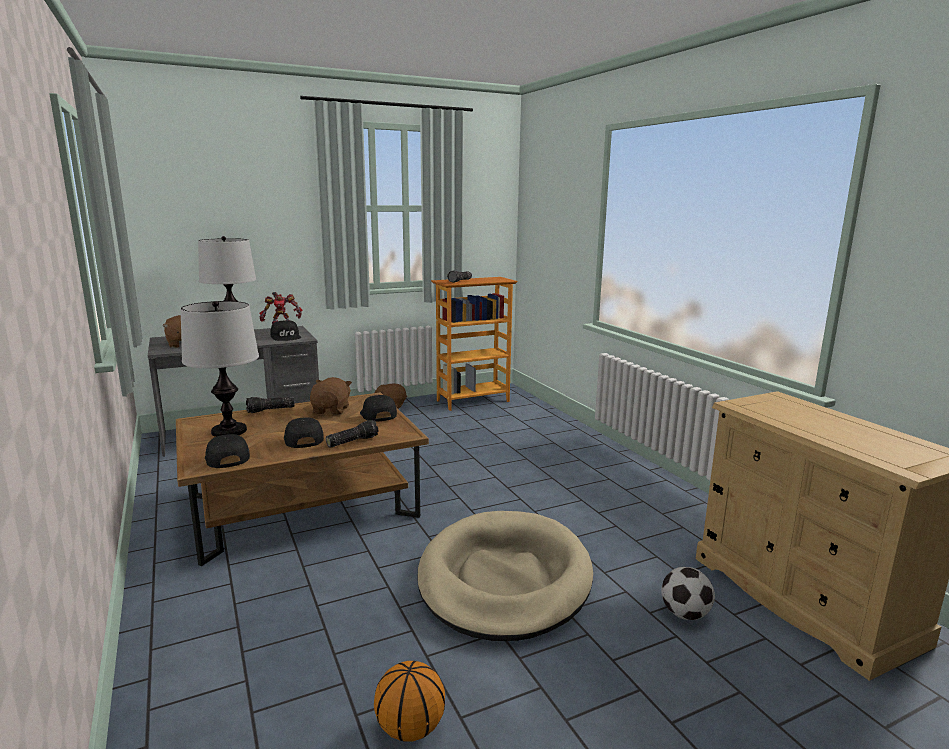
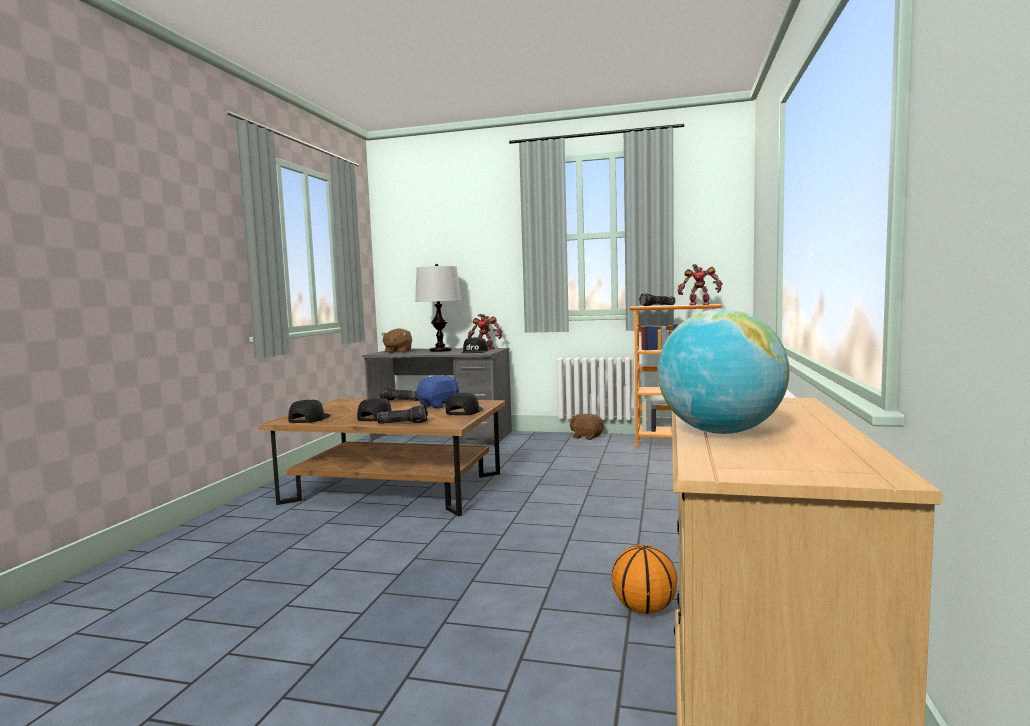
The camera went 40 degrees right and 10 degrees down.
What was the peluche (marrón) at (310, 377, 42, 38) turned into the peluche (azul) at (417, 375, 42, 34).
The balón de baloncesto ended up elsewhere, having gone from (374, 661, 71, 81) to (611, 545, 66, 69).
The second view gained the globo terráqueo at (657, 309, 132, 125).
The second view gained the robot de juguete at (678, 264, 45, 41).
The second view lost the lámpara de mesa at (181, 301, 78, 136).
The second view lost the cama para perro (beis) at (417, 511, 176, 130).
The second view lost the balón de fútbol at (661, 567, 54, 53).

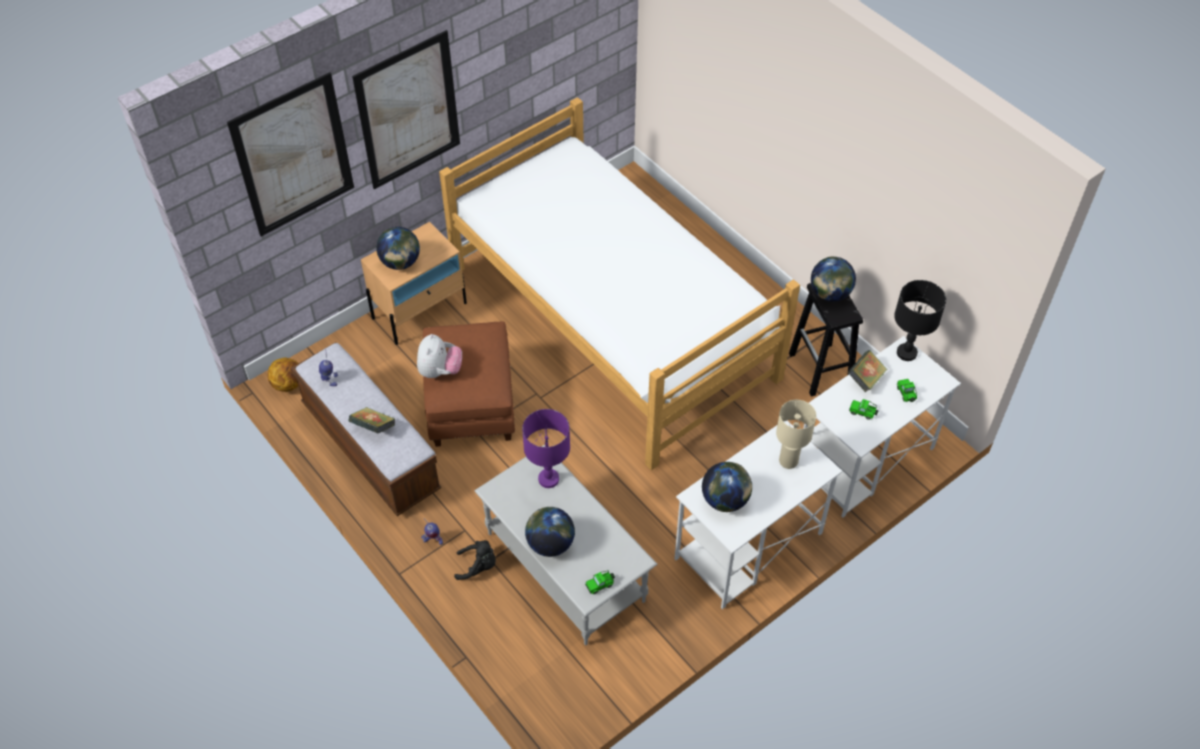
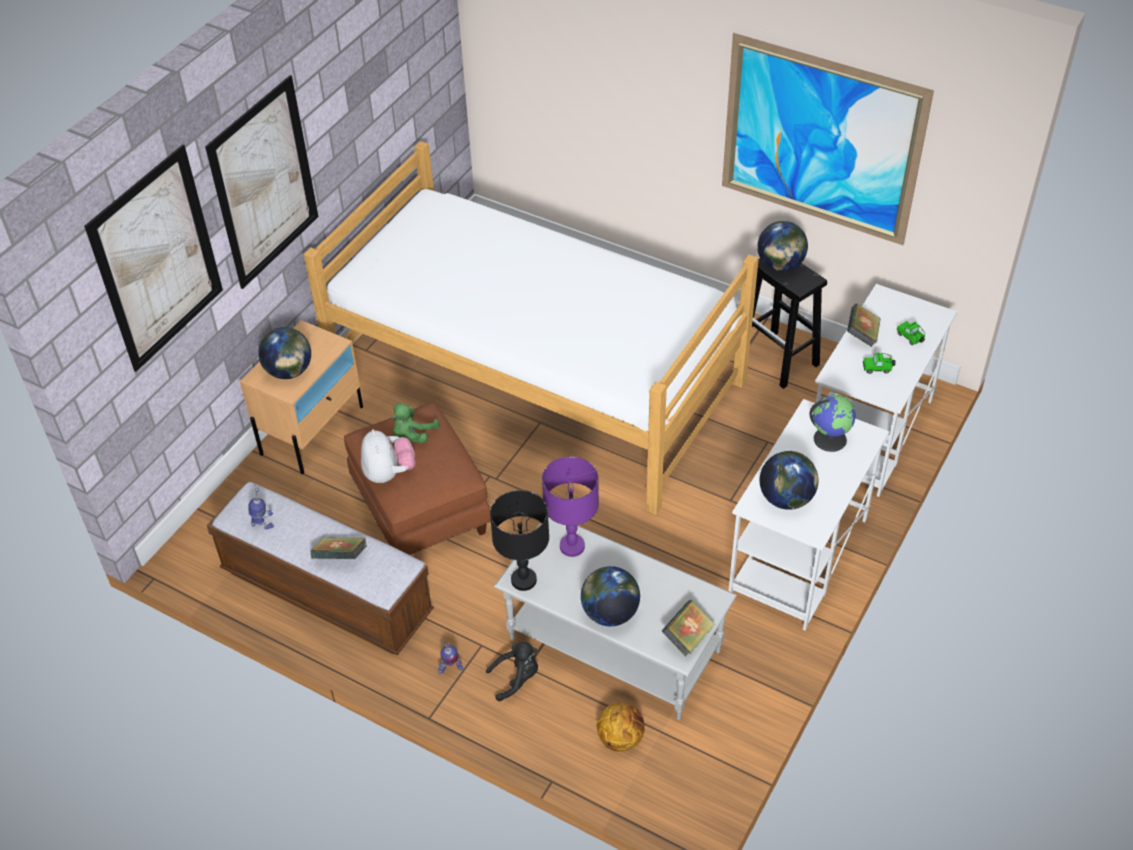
The camera went 20 degrees left and 5 degrees down.
The second view gained the peluche (verde) at (392, 403, 48, 40).
The lámpara de mesa (negro) ended up elsewhere, having gone from (894, 280, 52, 81) to (490, 490, 59, 101).
The balón de baloncesto ended up elsewhere, having gone from (268, 358, 30, 34) to (597, 703, 48, 48).
Where the coche de juguete stood at (585, 570, 30, 24), the libro came to stand at (662, 600, 53, 56).
The second view gained the cuadro at (722, 33, 212, 212).
Where the lámpara de mesa (beis) stood at (776, 400, 40, 69), the globo terráqueo came to stand at (810, 394, 45, 58).

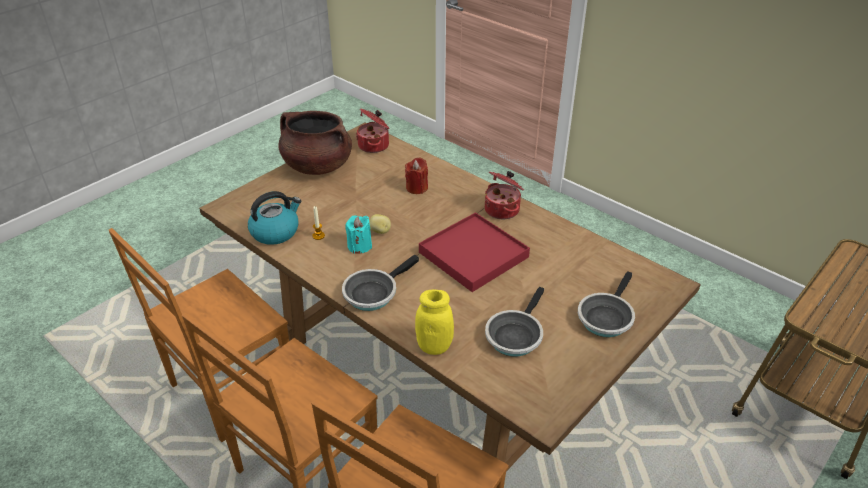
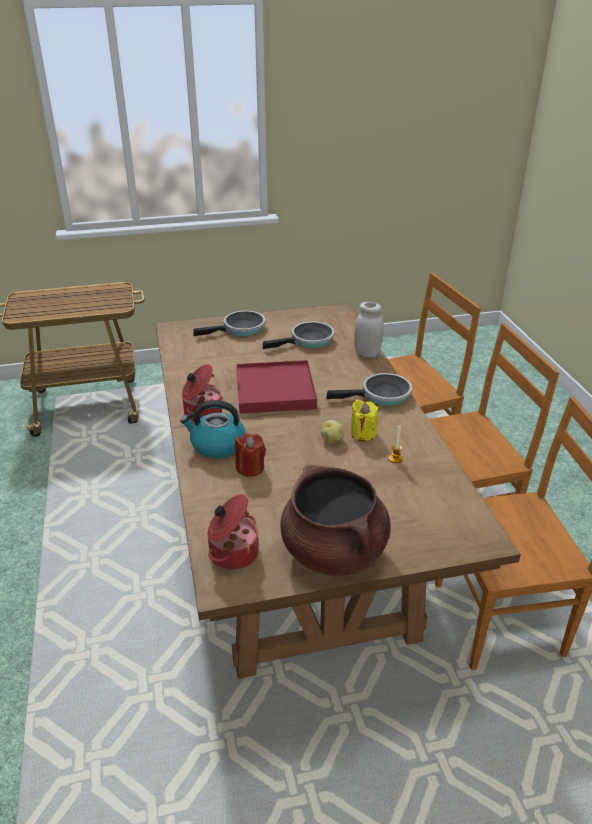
The camera went 145 degrees left and 5 degrees down.
The hervidor ended up elsewhere, having gone from (248, 191, 53, 54) to (180, 400, 65, 58).
What was the vela (turquesa) at (345, 215, 27, 39) turned into the vela (amarillo) at (351, 400, 27, 42).
What was the tarro (amarillo) at (415, 290, 39, 65) turned into the tarro (blanco) at (354, 302, 30, 56).

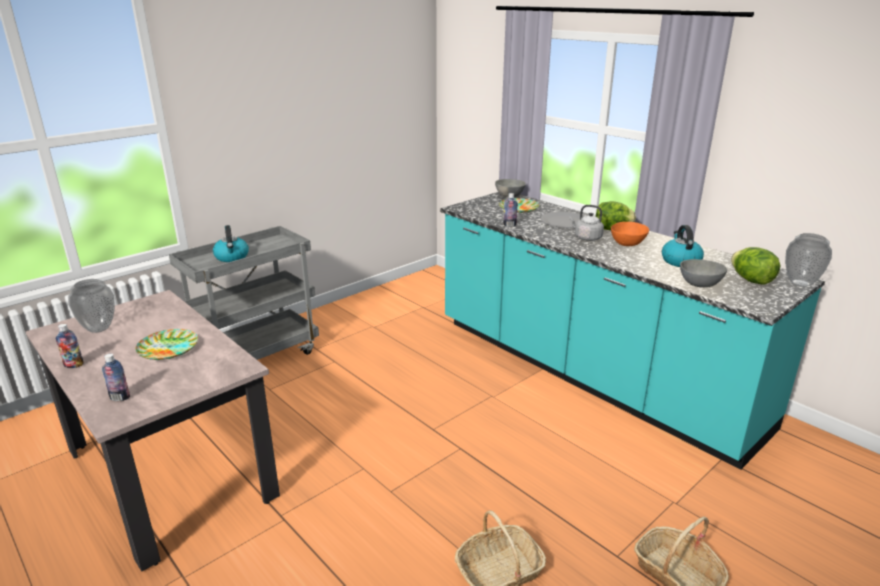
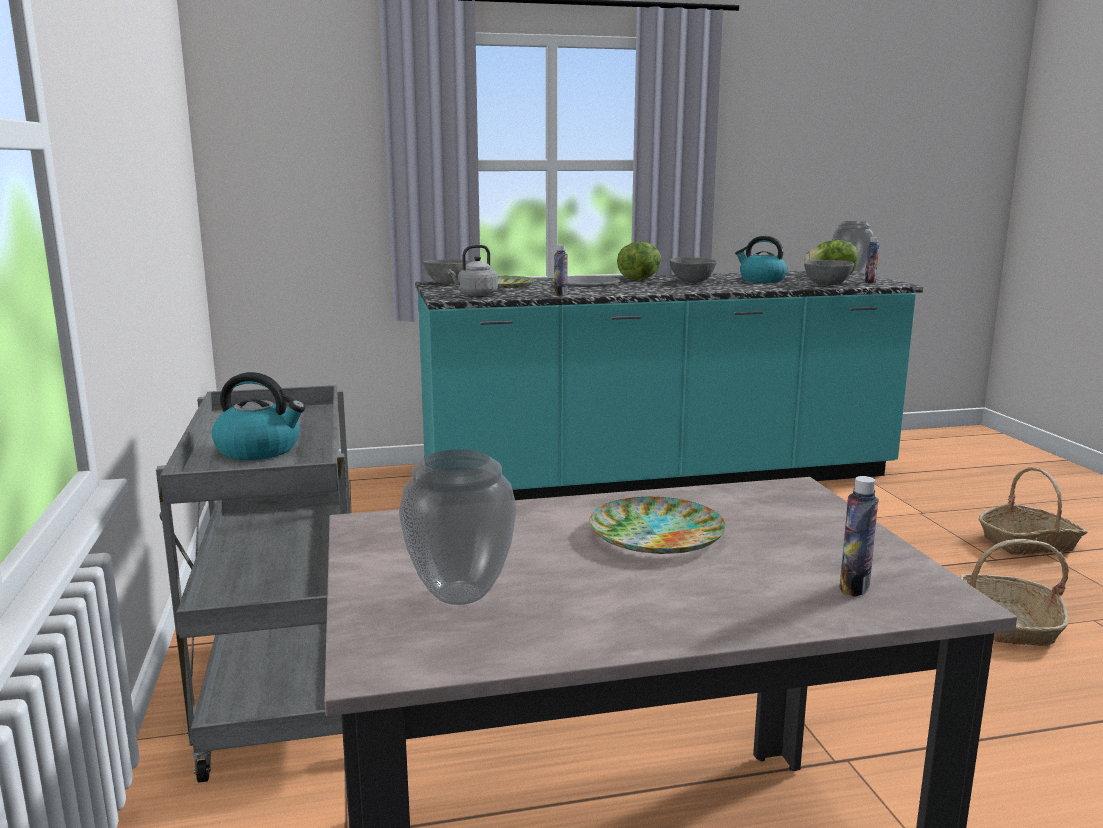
The camera went 60 degrees left and 10 degrees down.
The hervidor (gris) ended up elsewhere, having gone from (569, 205, 35, 36) to (447, 245, 51, 51).
What was the cuenco (naranja) at (611, 222, 38, 24) turned into the cuenco (gris) at (670, 257, 47, 26).
The botella ended up elsewhere, having gone from (56, 324, 27, 44) to (865, 237, 14, 47).

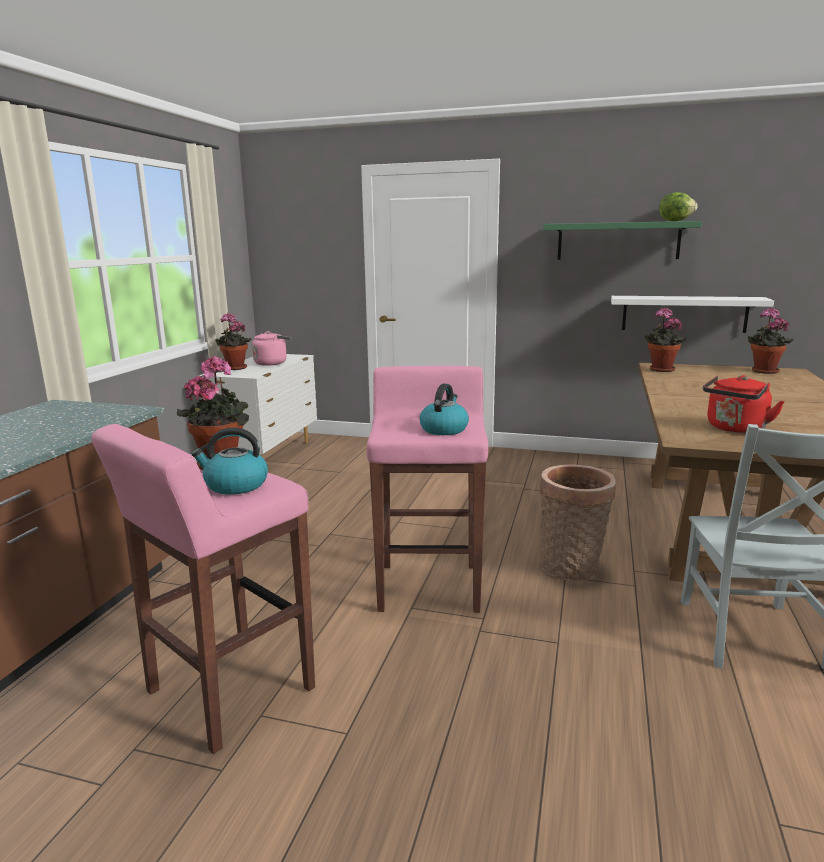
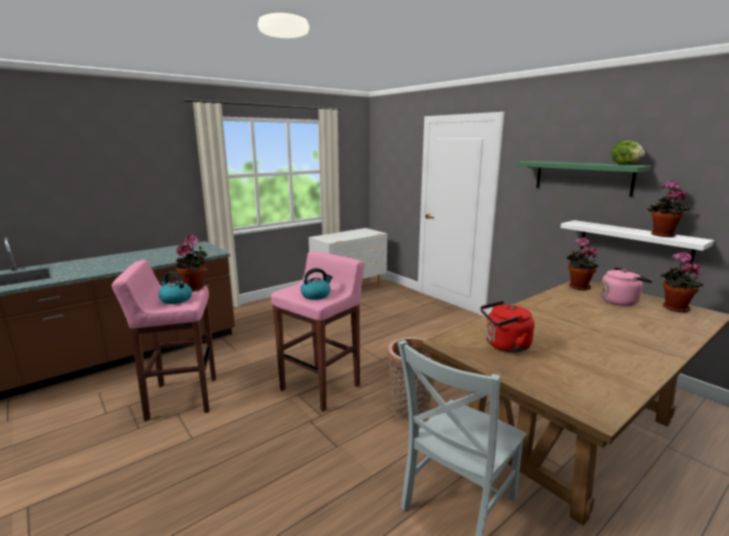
The camera went 35 degrees right and 0 degrees up.
The hervidor (rosa) ended up elsewhere, having gone from (252, 331, 39, 35) to (600, 267, 53, 39).
The planta en maceta ended up elsewhere, having gone from (215, 313, 36, 57) to (647, 181, 44, 56).

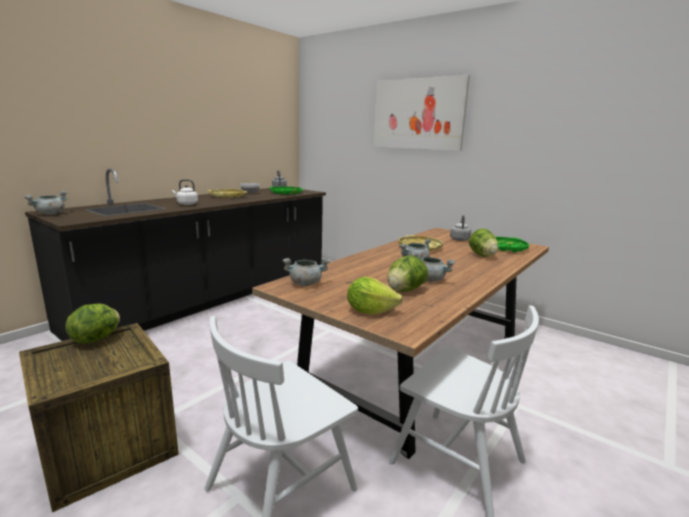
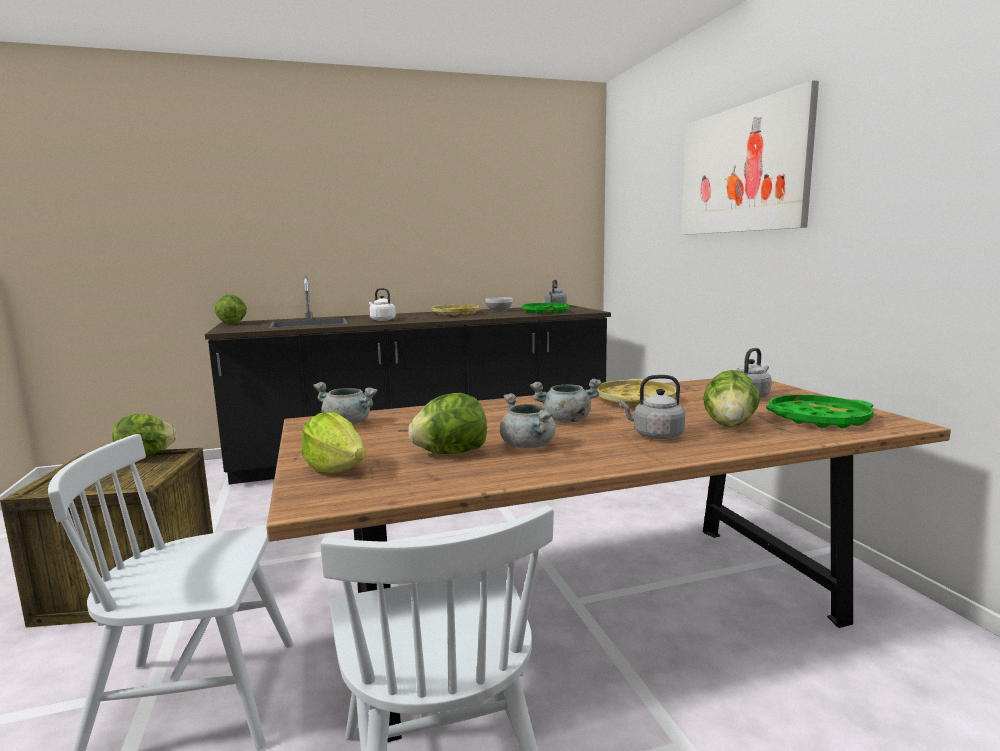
The camera went 35 degrees right and 5 degrees down.
Where the olla (gris) stood at (24, 191, 43, 24), the lechuga came to stand at (214, 294, 33, 31).
The second view gained the hervidor (gris) at (620, 375, 65, 64).

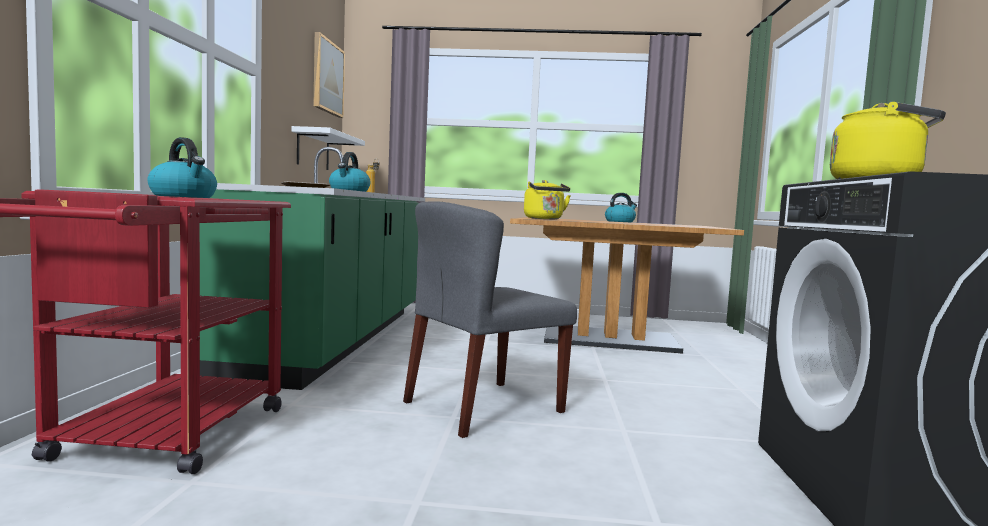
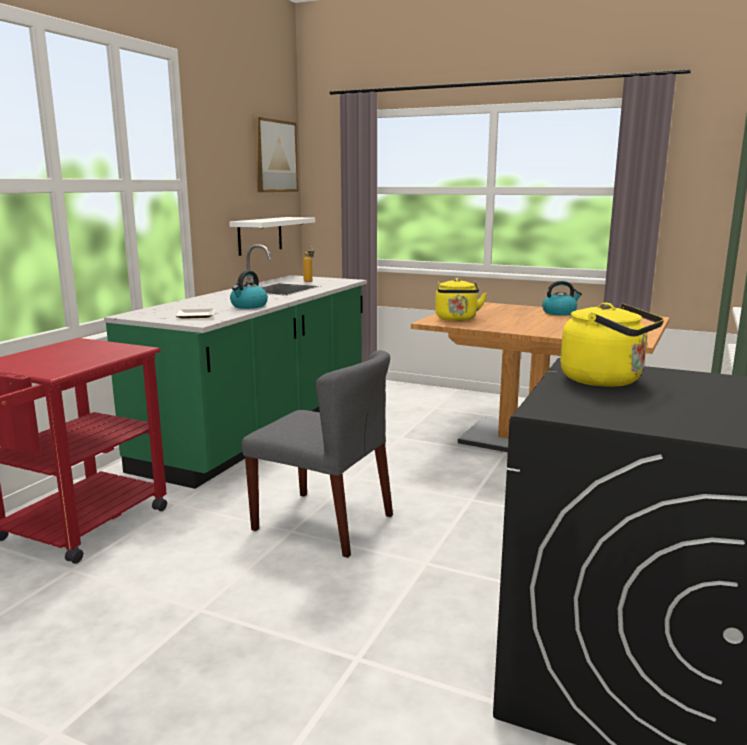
The camera went 20 degrees right and 10 degrees up.
The silla (gris) at (403, 201, 174, 237) ended up facing another way, 135 degrees counterclockwise from before.
The second view lost the hervidor at (147, 137, 70, 61).

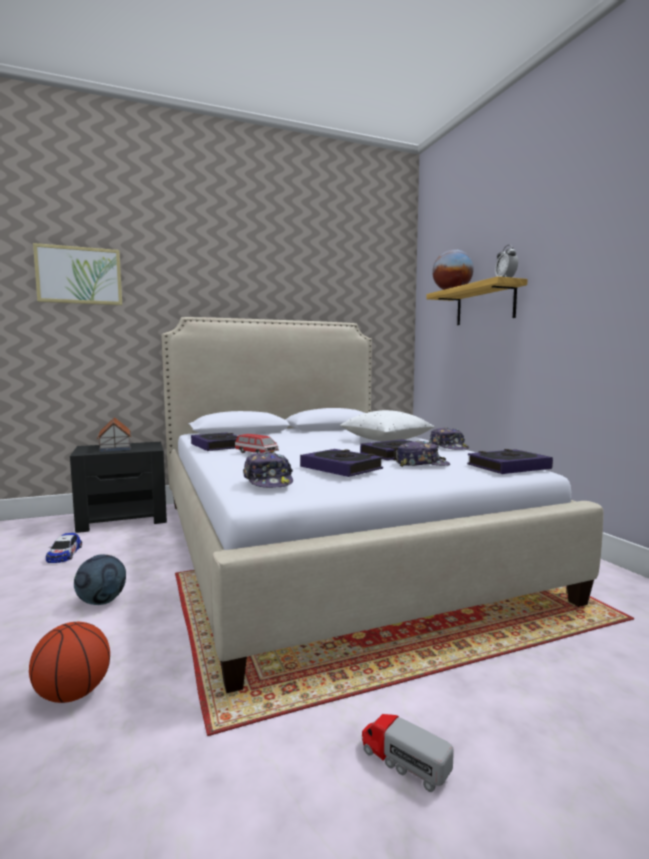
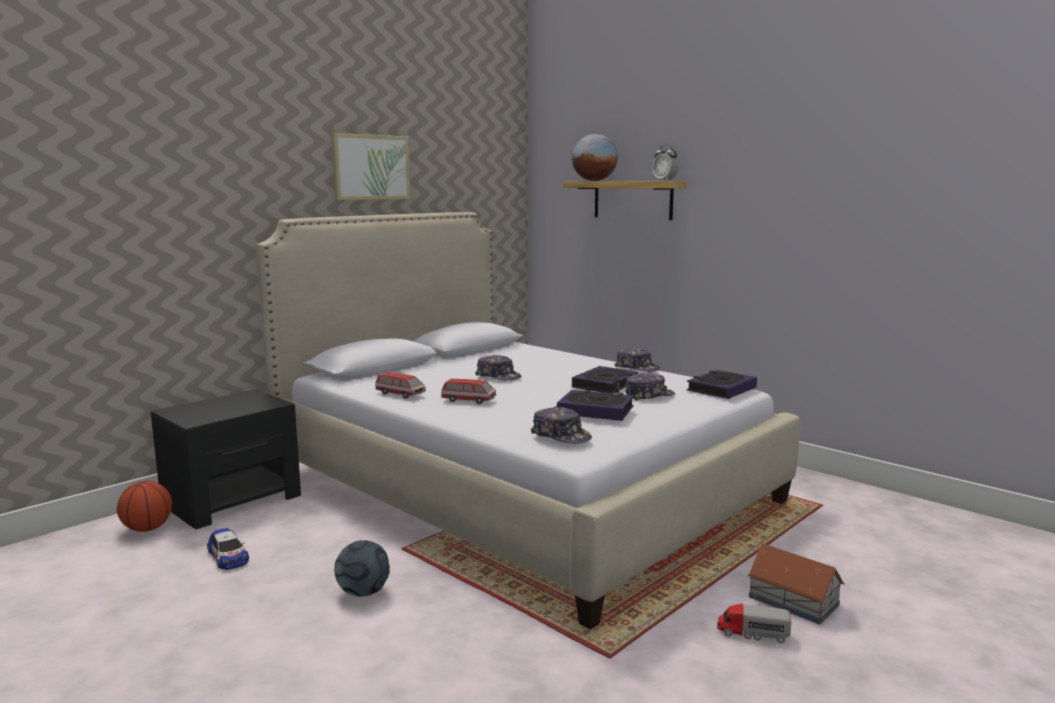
The camera went 25 degrees left and 5 degrees up.
The balón de baloncesto ended up elsewhere, having gone from (29, 622, 81, 81) to (117, 481, 55, 51).
The cuadro ended up elsewhere, having gone from (33, 243, 89, 62) to (331, 133, 79, 67).
Where the libro stood at (191, 432, 47, 19), the coche de juguete came to stand at (375, 372, 51, 26).
The second view gained the gorra at (475, 355, 46, 26).
The casita ended up elsewhere, having gone from (97, 417, 35, 35) to (748, 544, 97, 81).
The second view lost the cojín (blanco) at (340, 410, 95, 31).

